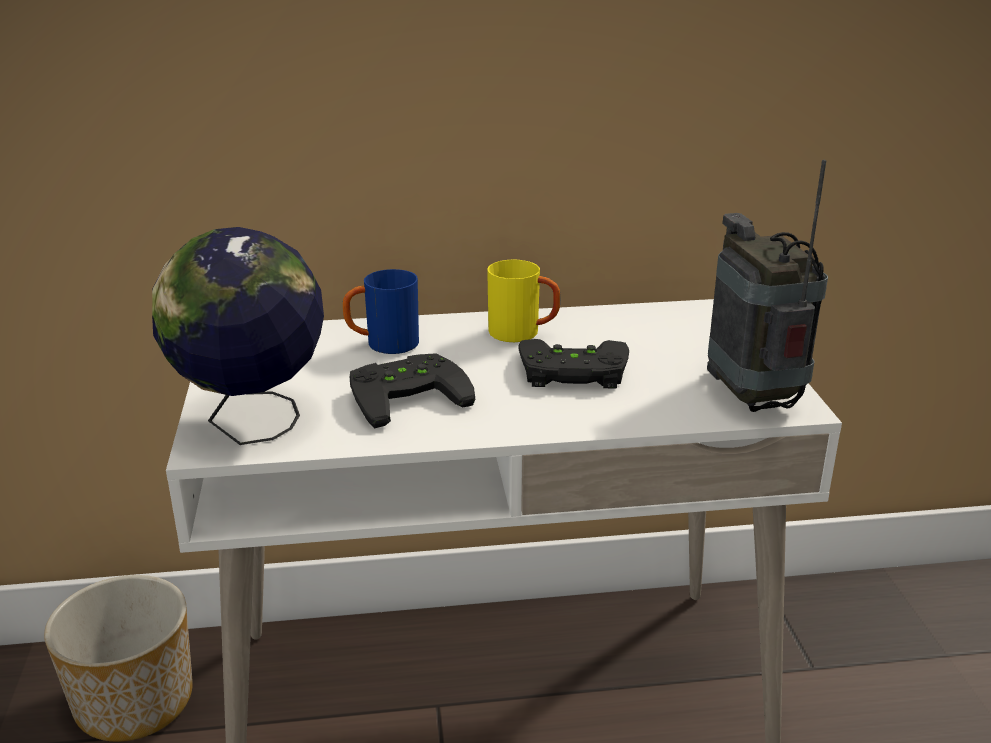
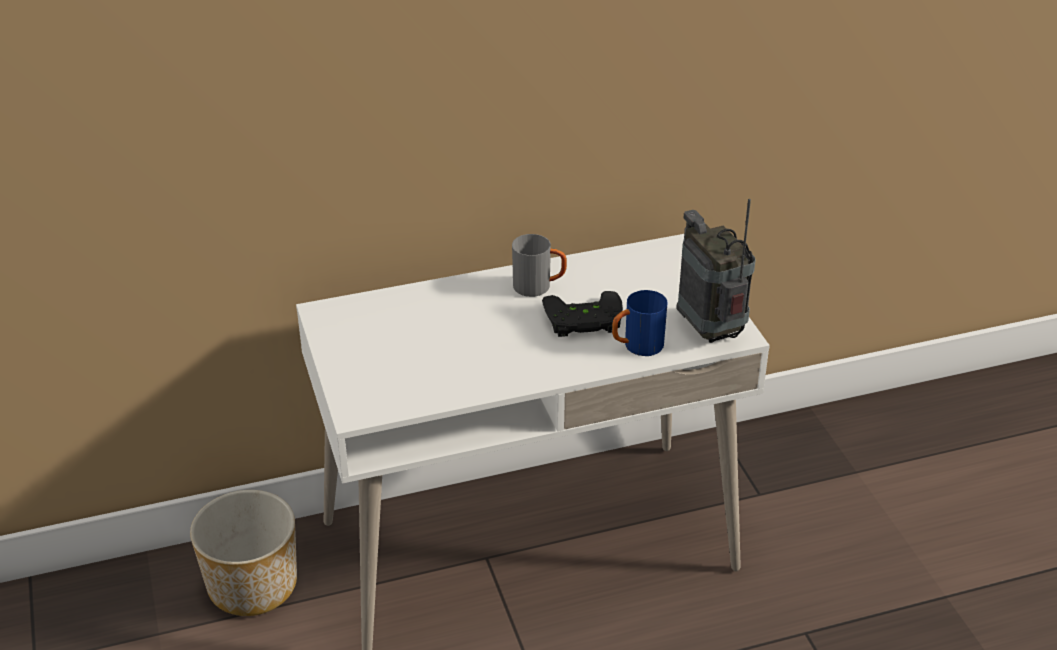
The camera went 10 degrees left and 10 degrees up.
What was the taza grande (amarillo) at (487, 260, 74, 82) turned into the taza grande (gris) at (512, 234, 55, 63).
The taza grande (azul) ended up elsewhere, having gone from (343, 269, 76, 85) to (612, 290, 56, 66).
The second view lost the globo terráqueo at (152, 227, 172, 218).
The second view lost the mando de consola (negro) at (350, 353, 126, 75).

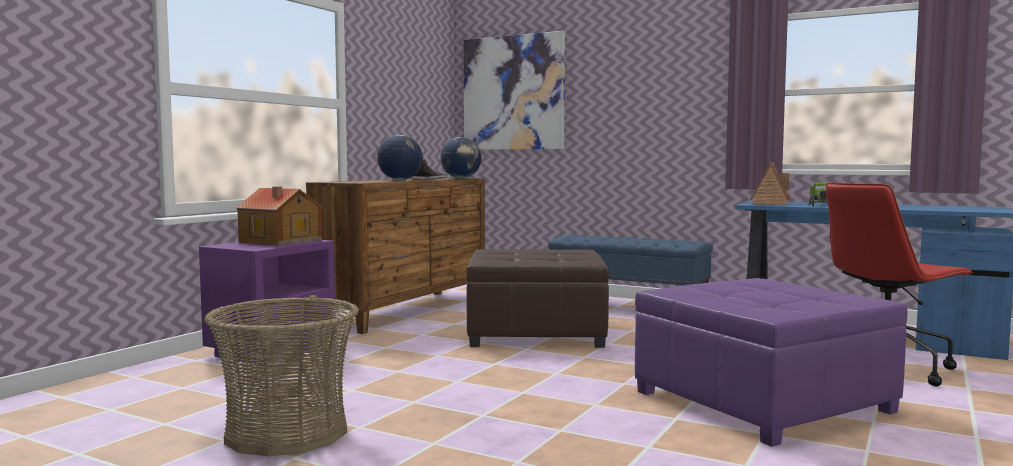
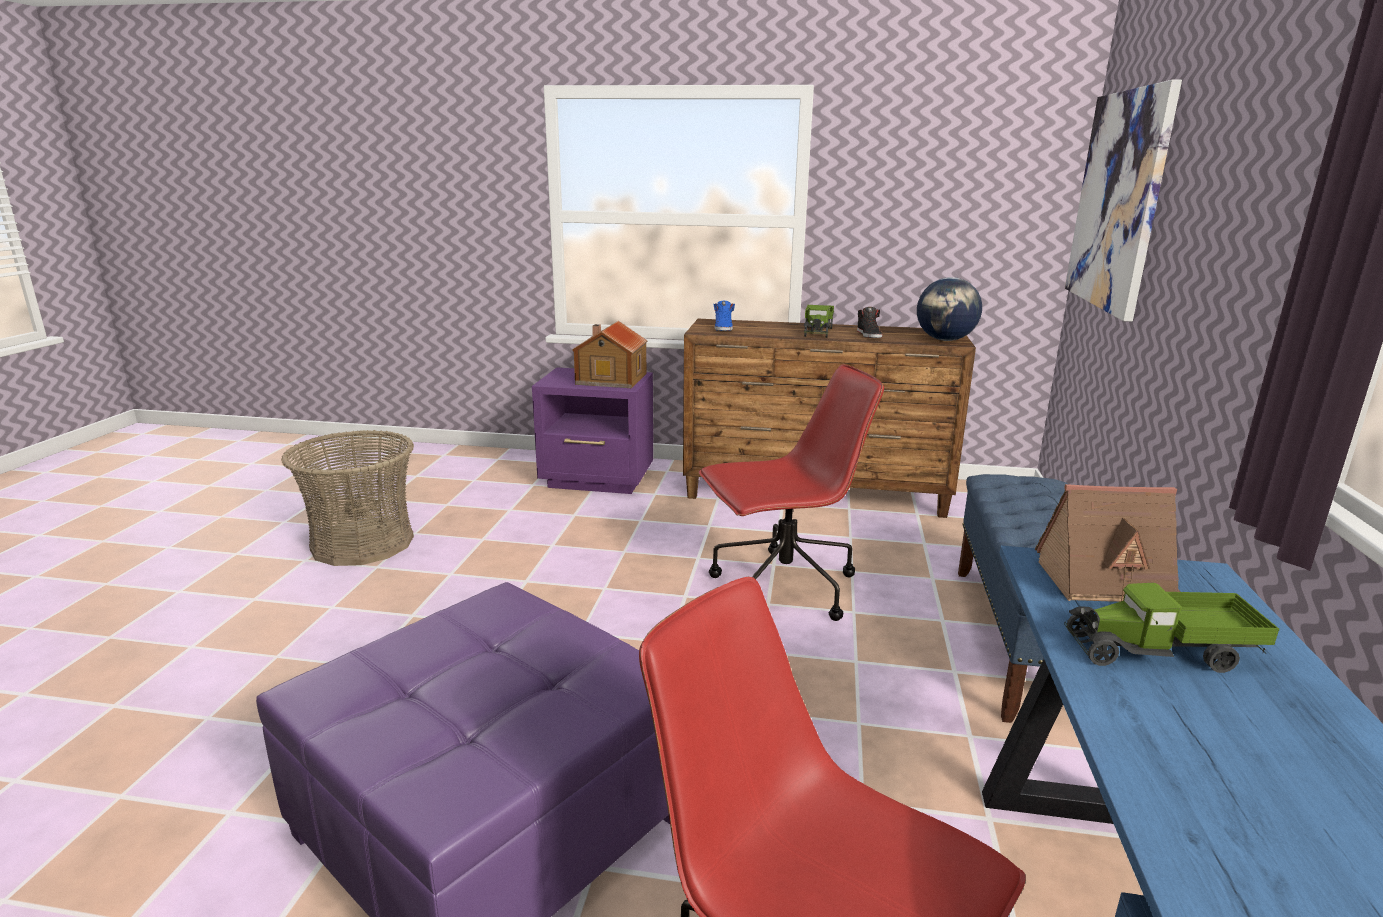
The camera went 70 degrees right and 15 degrees up.
Where the puf (marrón) stood at (467, 249, 142, 99), the silla de oficina (rojo) came to stand at (699, 364, 185, 257).
The second view gained the zapato (azul) at (713, 301, 22, 30).
Where the globo terráqueo stood at (377, 135, 46, 45), the camión de juguete came to stand at (804, 305, 30, 33).

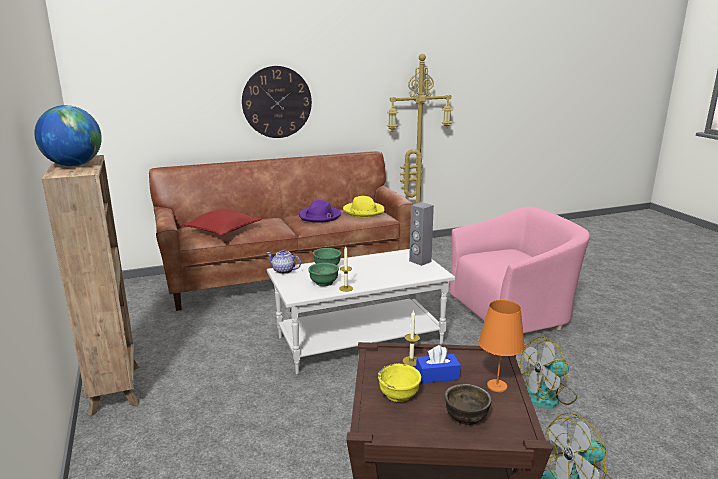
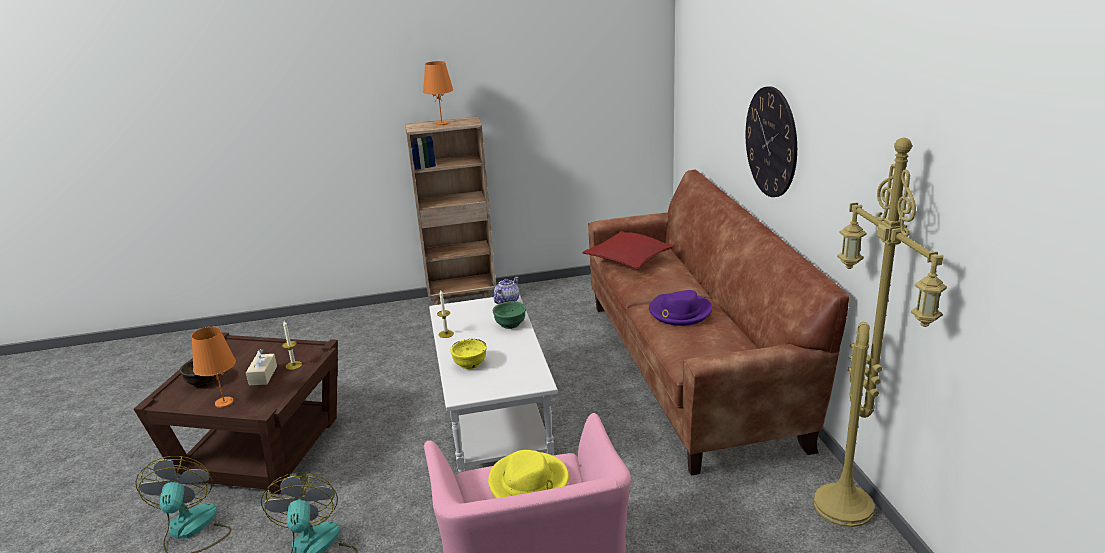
The camera went 100 degrees right and 5 degrees up.
What was the caja de pañuelos (azul) at (416, 345, 45, 38) turned into the caja de pañuelos (beis) at (246, 349, 31, 37).
Where the globo terráqueo stood at (34, 105, 68, 61), the lámpara de mesa (naranja) came to stand at (423, 61, 30, 64).
The cuenco (amarillo) ended up elsewhere, having gone from (378, 364, 43, 38) to (450, 339, 37, 30).
The sombrero (amarillo) ended up elsewhere, having gone from (343, 196, 42, 21) to (488, 450, 81, 48).
The second view lost the cuenco (verde) at (308, 263, 31, 23).
The second view lost the altavoz (gris) at (409, 202, 25, 64).

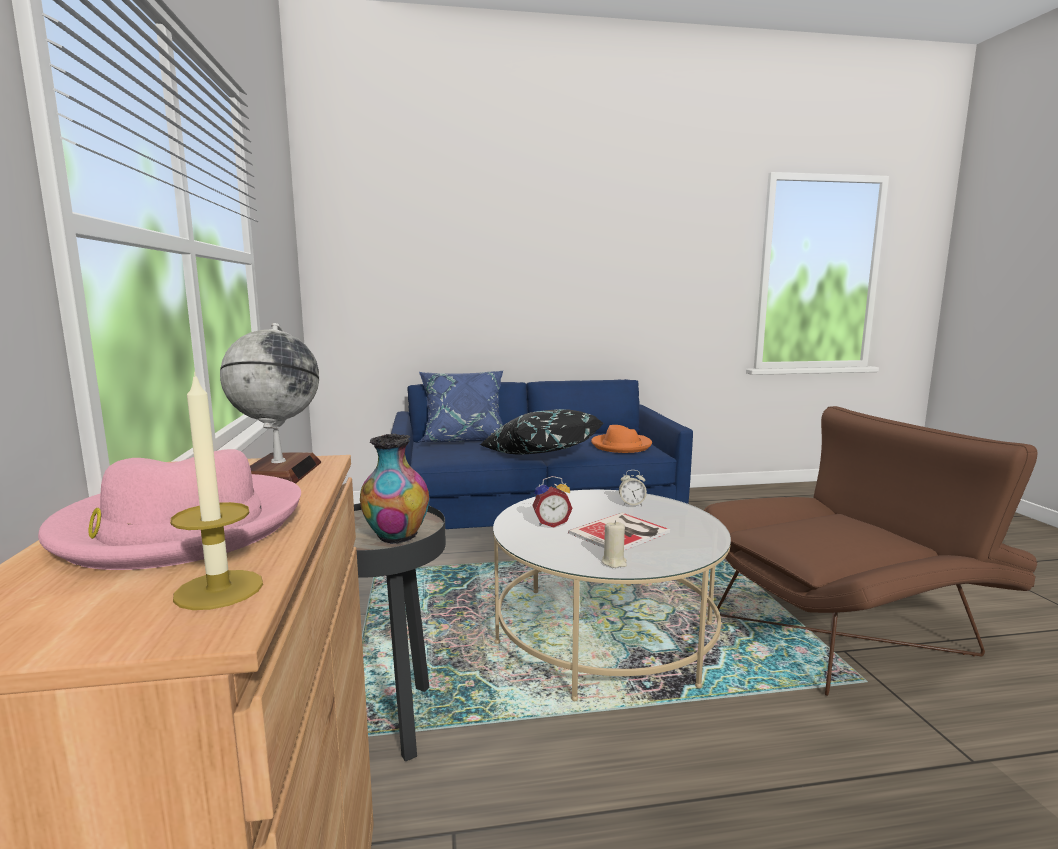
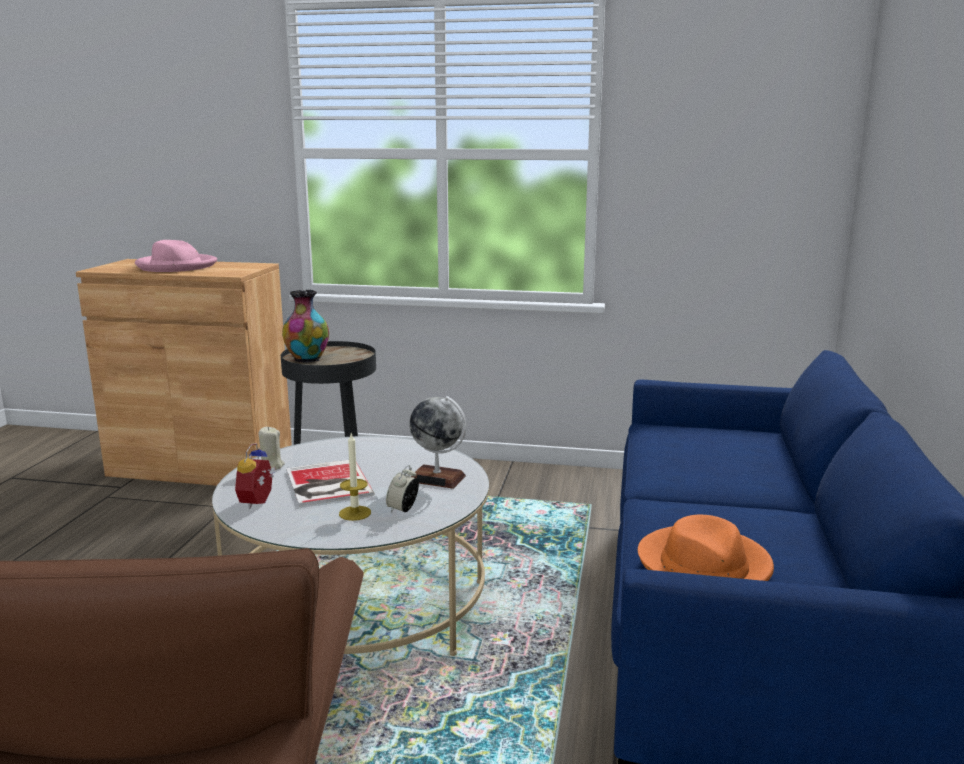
The camera went 110 degrees right and 5 degrees up.
The despertador ended up elsewhere, having gone from (532, 476, 41, 52) to (235, 443, 41, 66).
The vela ended up elsewhere, having gone from (170, 372, 93, 238) to (339, 434, 32, 87).
The globo terráqueo ended up elsewhere, having gone from (220, 323, 101, 161) to (409, 396, 57, 93).
The second view lost the cojín (azul) at (418, 371, 85, 71).
The second view lost the cojín (negro) at (480, 409, 124, 46).

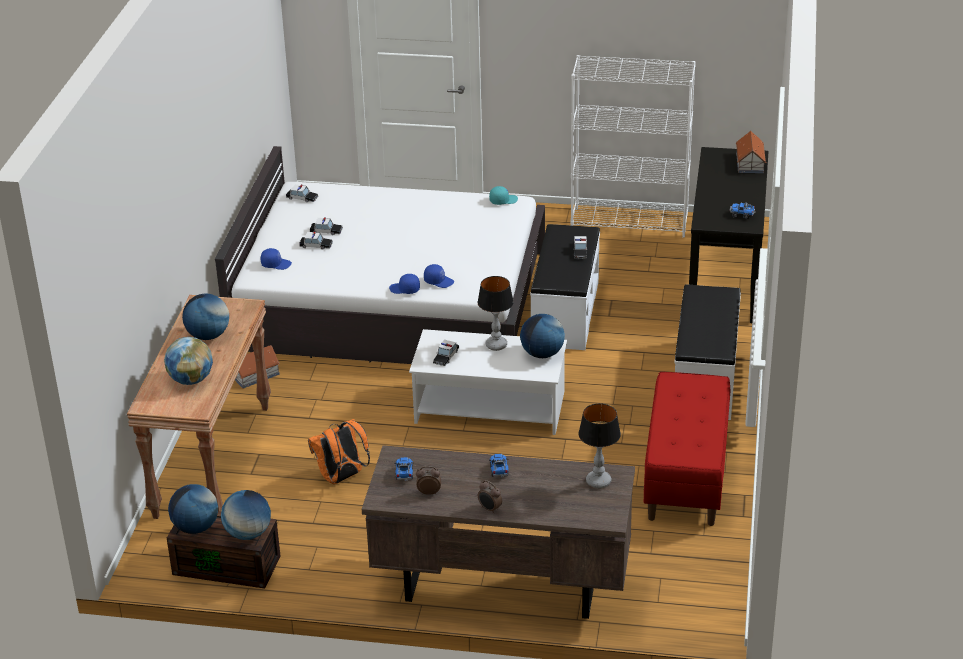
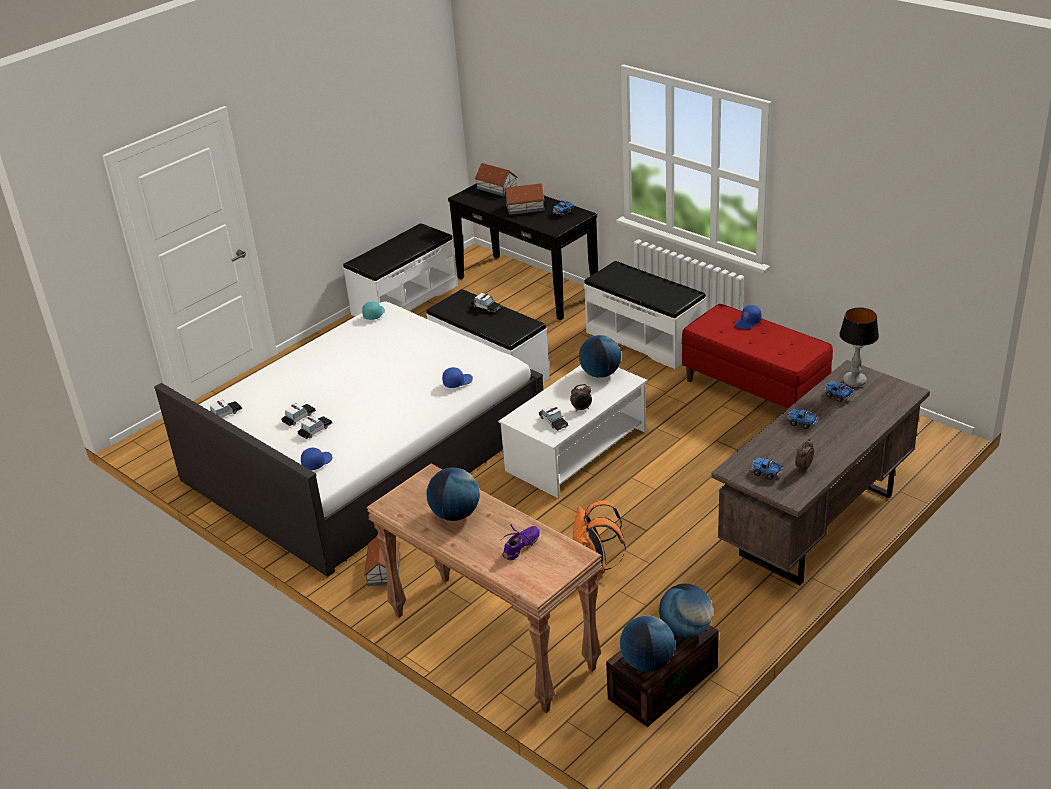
The camera went 55 degrees left and 0 degrees up.
Where the estantería (blanco) stood at (570, 55, 126, 183), the banco (blanco) came to stand at (343, 223, 115, 93).
Where the globo terráqueo stood at (164, 337, 49, 48), the zapato (morado) came to stand at (501, 524, 39, 37).
The second view gained the casita at (504, 183, 41, 32).
The despertador ended up elsewhere, having gone from (478, 480, 24, 34) to (570, 384, 22, 28).
The gorra (azul) ended up elsewhere, having gone from (389, 274, 31, 20) to (735, 305, 27, 24).
The second view gained the camión de juguete at (825, 381, 29, 21).
The second view lost the lámpara de mesa at (478, 276, 36, 75).

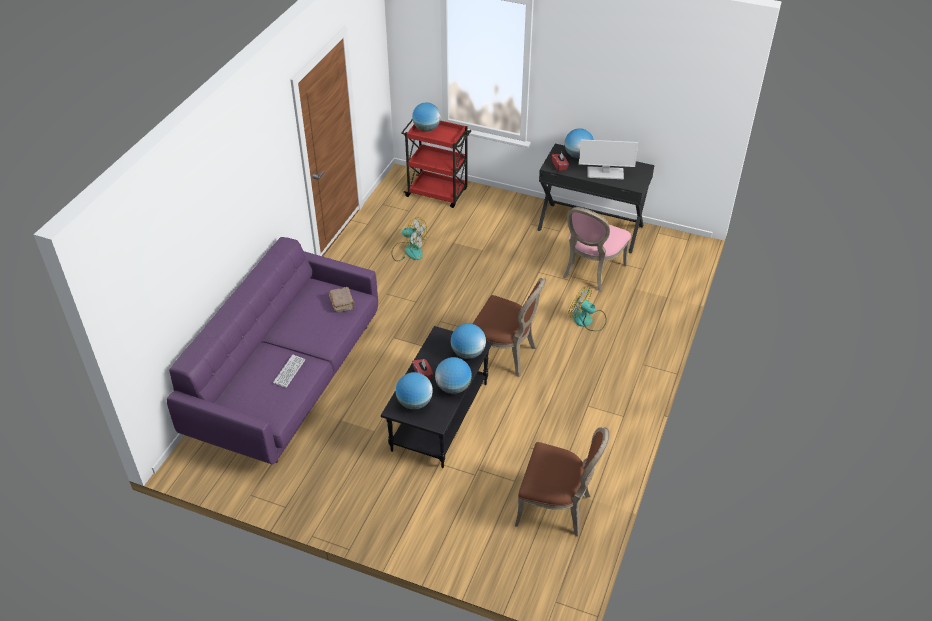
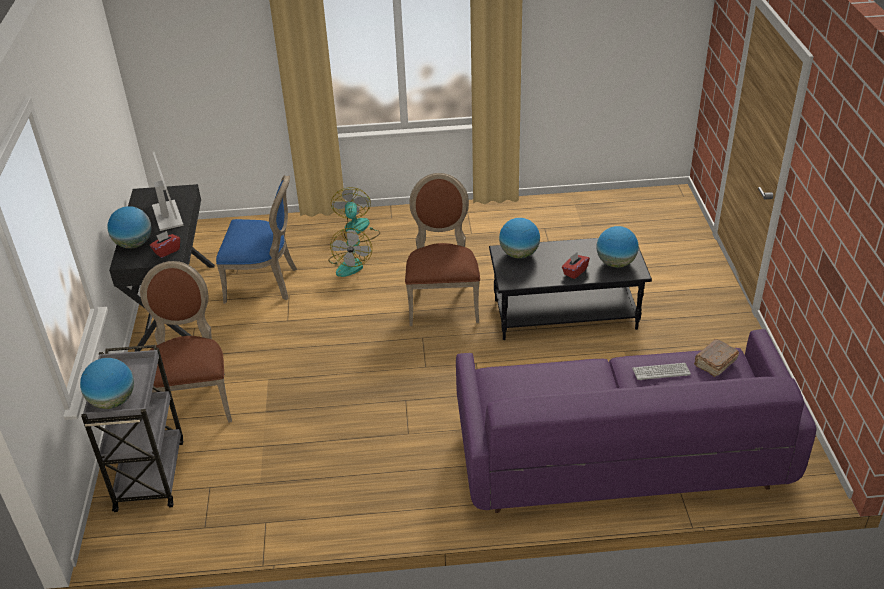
The camera went 115 degrees left and 5 degrees down.
What was the carrito (rojo) at (401, 119, 70, 89) turned into the carrito (gris) at (81, 345, 102, 167).
The silla (marrón) ended up elsewhere, having gone from (515, 427, 95, 110) to (140, 261, 92, 162).
What was the silla (rosa) at (563, 207, 68, 85) turned into the silla (azul) at (216, 175, 81, 129).
The ventilador ended up elsewhere, having gone from (391, 217, 36, 44) to (331, 187, 49, 55).
The libro (marrón) ended up elsewhere, having gone from (329, 287, 26, 25) to (694, 339, 45, 38).
The second view lost the globo terráqueo at (435, 357, 37, 37).

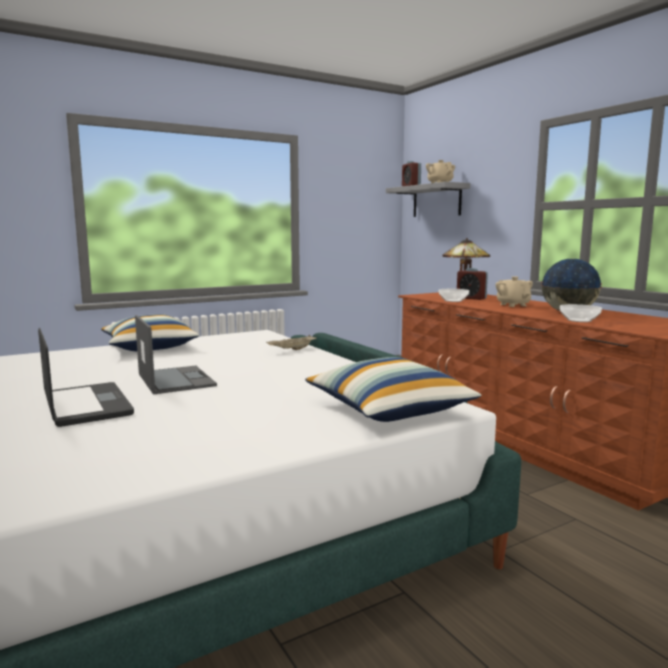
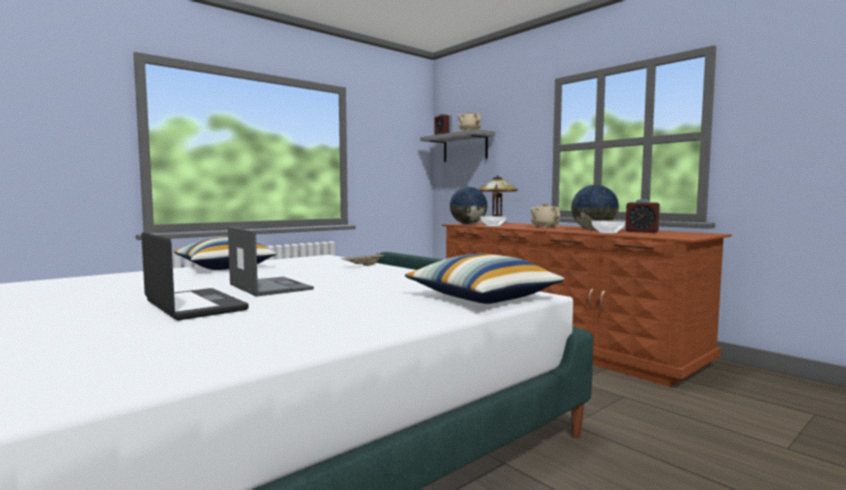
The camera went 10 degrees left and 5 degrees down.
The second view gained the globo terráqueo at (449, 187, 38, 37).
The despertador ended up elsewhere, having gone from (457, 268, 31, 32) to (625, 199, 35, 34).

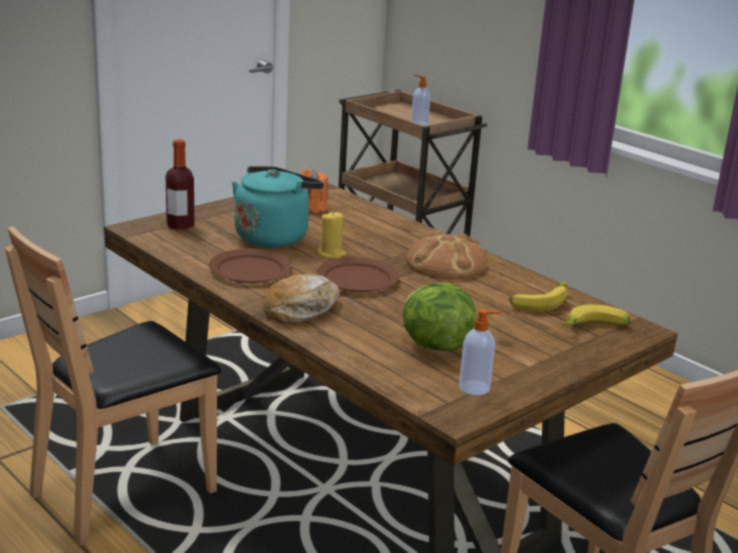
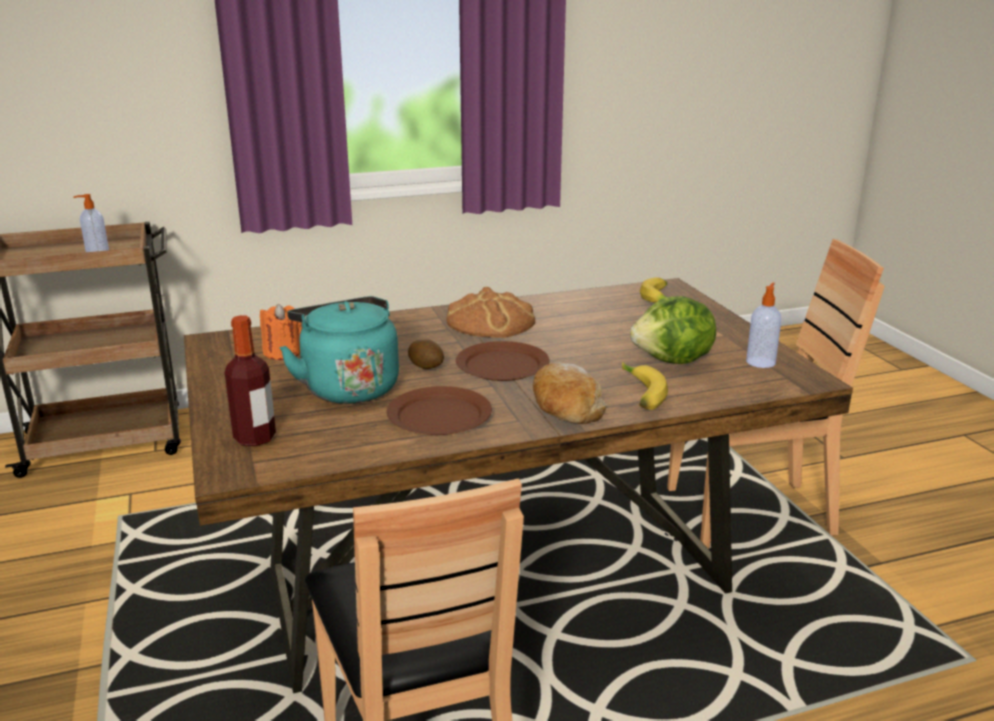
The camera went 65 degrees left and 0 degrees up.
Where the vela (amarillo) stood at (317, 211, 30, 48), the patata came to stand at (408, 339, 36, 30).
The plátano ended up elsewhere, having gone from (509, 282, 60, 30) to (622, 362, 46, 48).

